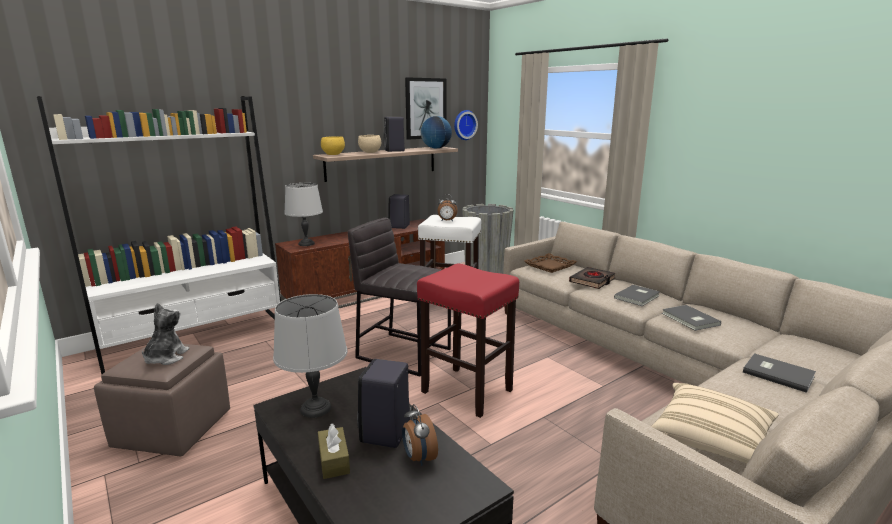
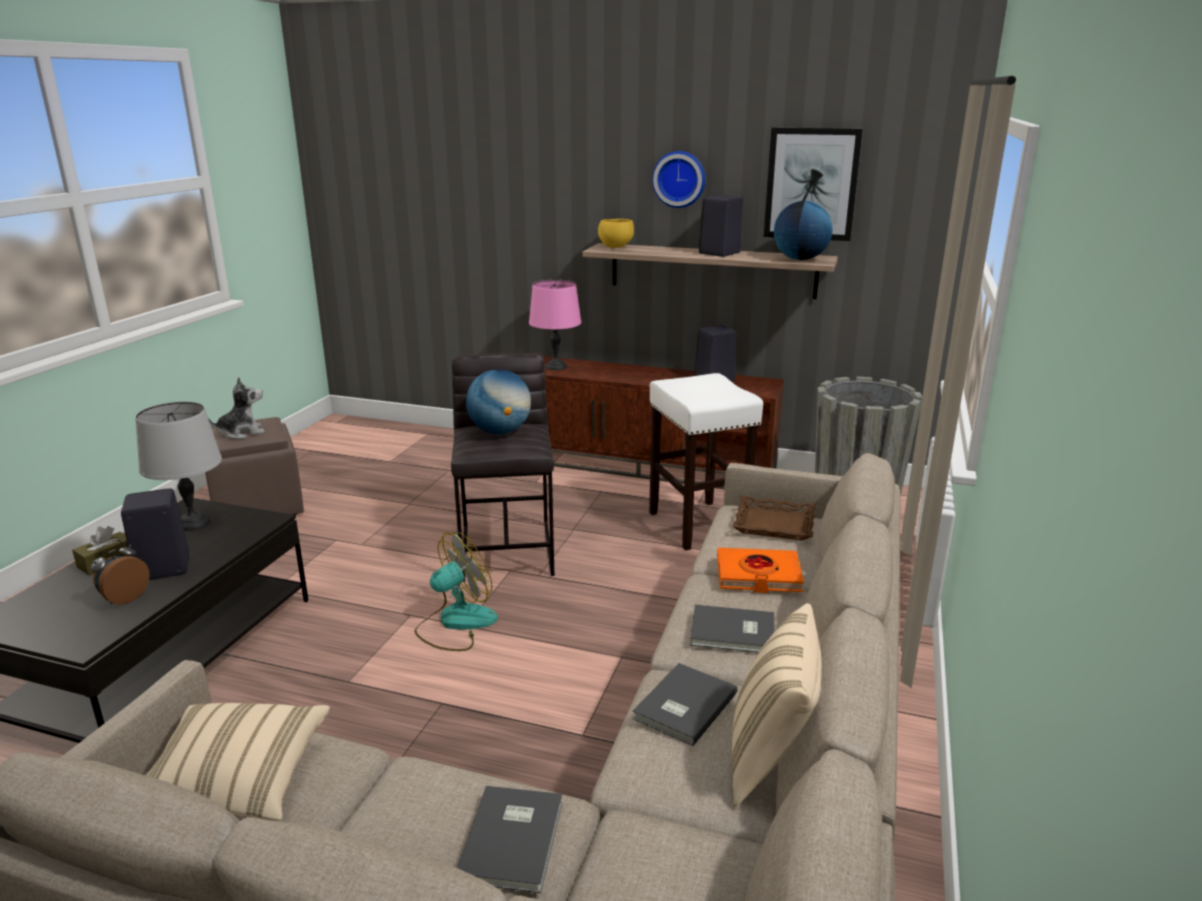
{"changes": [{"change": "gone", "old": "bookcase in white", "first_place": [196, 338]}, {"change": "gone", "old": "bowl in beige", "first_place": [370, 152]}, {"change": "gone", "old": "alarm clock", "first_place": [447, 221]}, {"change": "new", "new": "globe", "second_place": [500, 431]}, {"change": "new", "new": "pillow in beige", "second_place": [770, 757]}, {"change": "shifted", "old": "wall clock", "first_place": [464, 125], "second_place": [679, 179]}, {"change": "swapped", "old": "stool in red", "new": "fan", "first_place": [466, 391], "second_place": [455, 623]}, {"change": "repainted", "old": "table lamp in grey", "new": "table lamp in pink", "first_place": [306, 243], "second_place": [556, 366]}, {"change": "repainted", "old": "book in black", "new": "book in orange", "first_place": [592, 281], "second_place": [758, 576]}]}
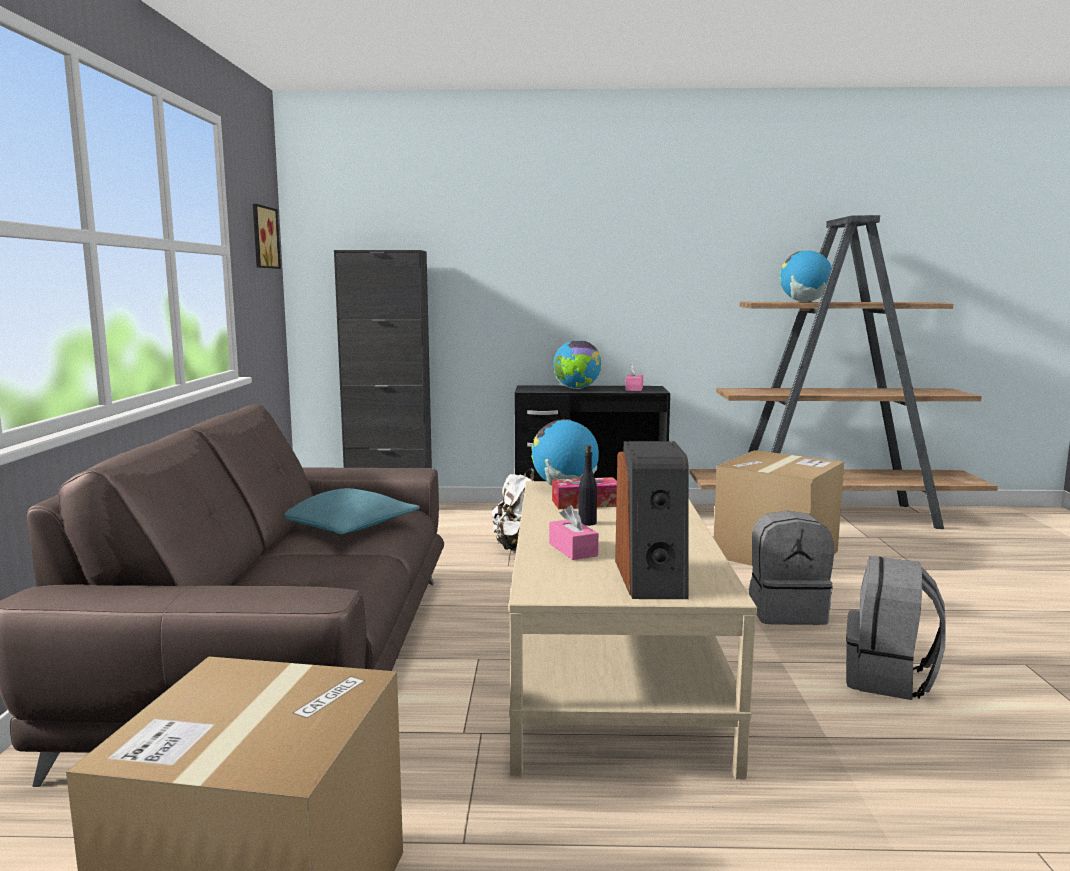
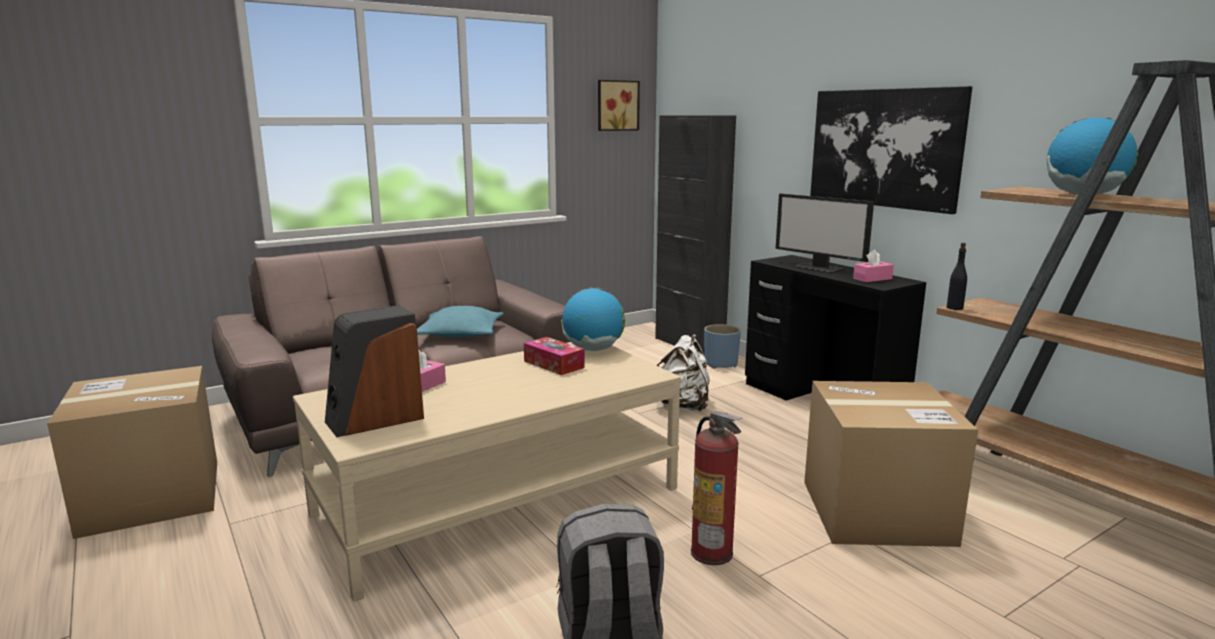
{"changes": [{"change": "new", "new": "planter in blue", "second_place": [720, 364]}, {"change": "new", "new": "picture", "second_place": [884, 148]}, {"change": "shifted", "old": "bottle in black", "first_place": [587, 523], "second_place": [955, 308]}, {"change": "swapped", "old": "globe", "new": "monitor", "first_place": [576, 389], "second_place": [819, 267]}, {"change": "swapped", "old": "backpack in grey", "new": "fire extinguisher", "first_place": [787, 612], "second_place": [712, 552]}]}
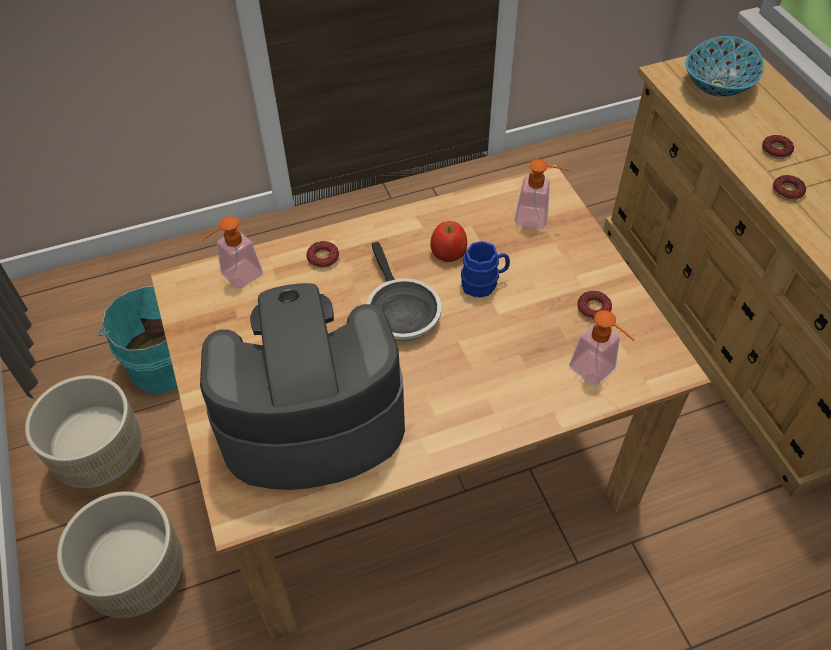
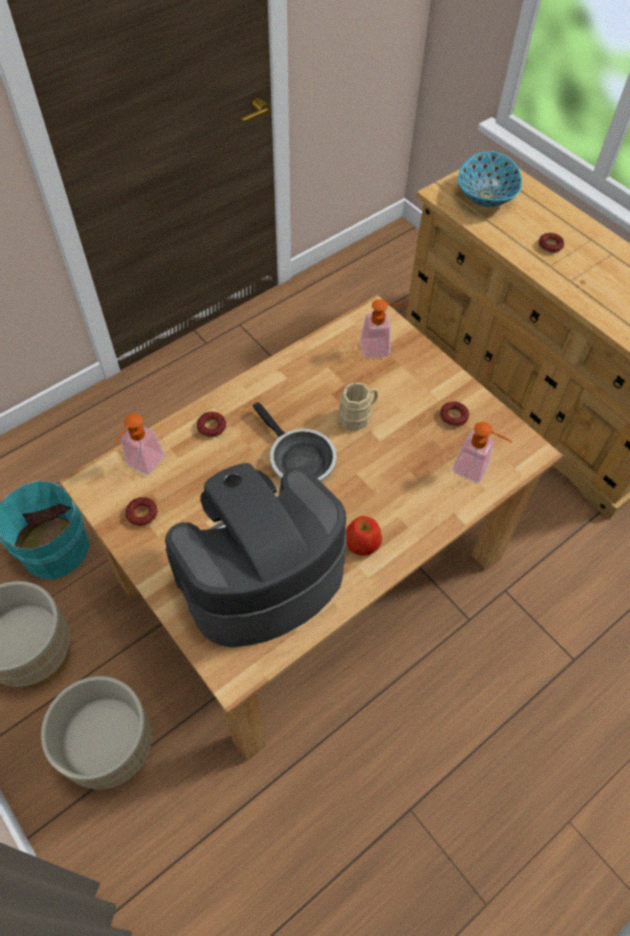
{"changes": [{"change": "shifted", "old": "apple", "first_place": [448, 252], "second_place": [362, 542]}, {"change": "shifted", "old": "donut", "first_place": [787, 191], "second_place": [142, 514]}, {"change": "repainted", "old": "mug in blue", "new": "mug in beige", "first_place": [484, 283], "second_place": [358, 416]}]}
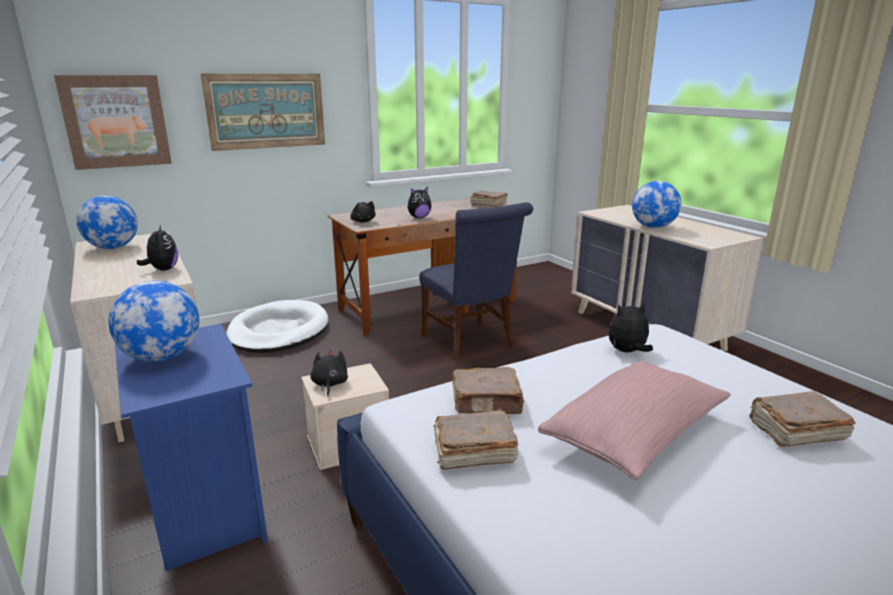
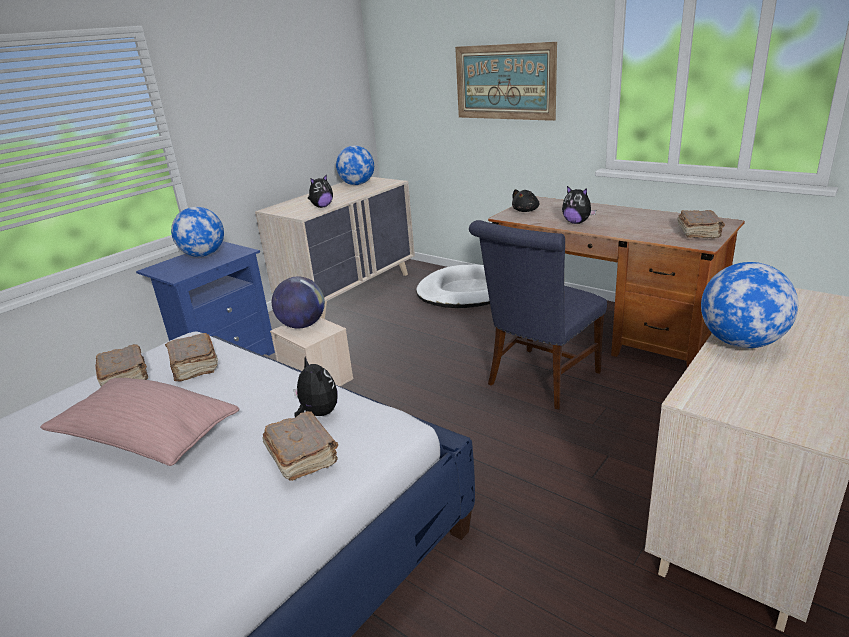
{"changes": [{"change": "gone", "old": "picture", "first_place": [116, 121]}, {"change": "shifted", "old": "book in brown", "first_place": [795, 431], "second_place": [302, 456]}, {"change": "swapped", "old": "plush toy in black", "new": "globe", "first_place": [329, 384], "second_place": [302, 325]}]}
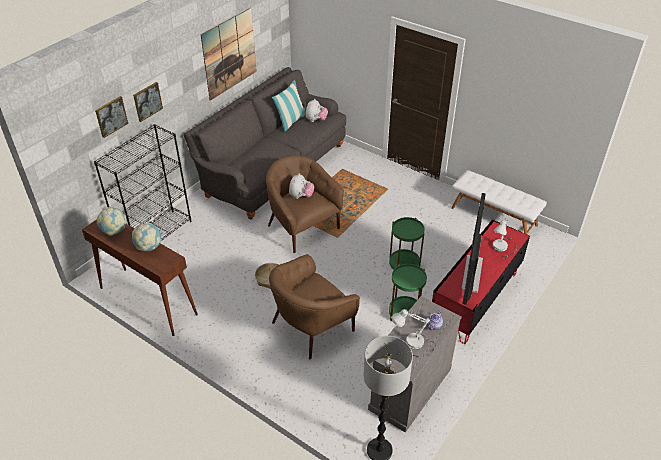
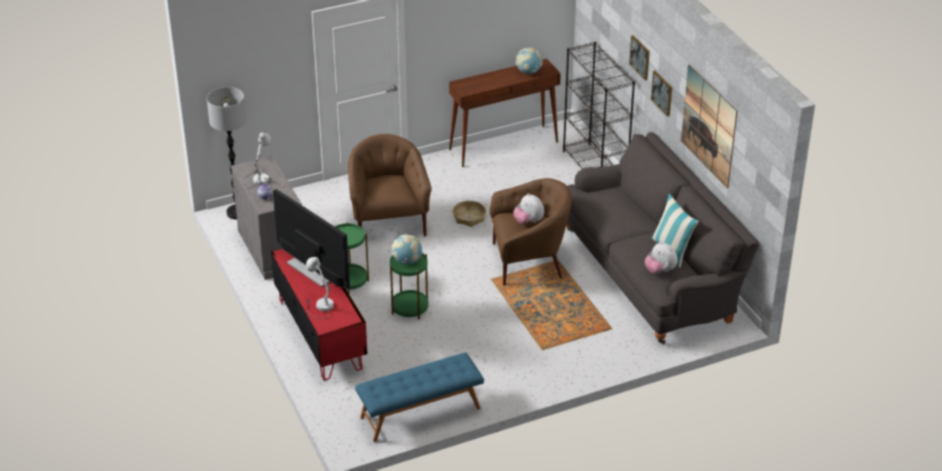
{"changes": [{"change": "shifted", "old": "picture", "first_place": [111, 116], "second_place": [662, 93]}, {"change": "shifted", "old": "globe", "first_place": [149, 247], "second_place": [407, 261]}, {"change": "repainted", "old": "bench in white", "new": "bench in blue", "first_place": [494, 216], "second_place": [420, 413]}]}
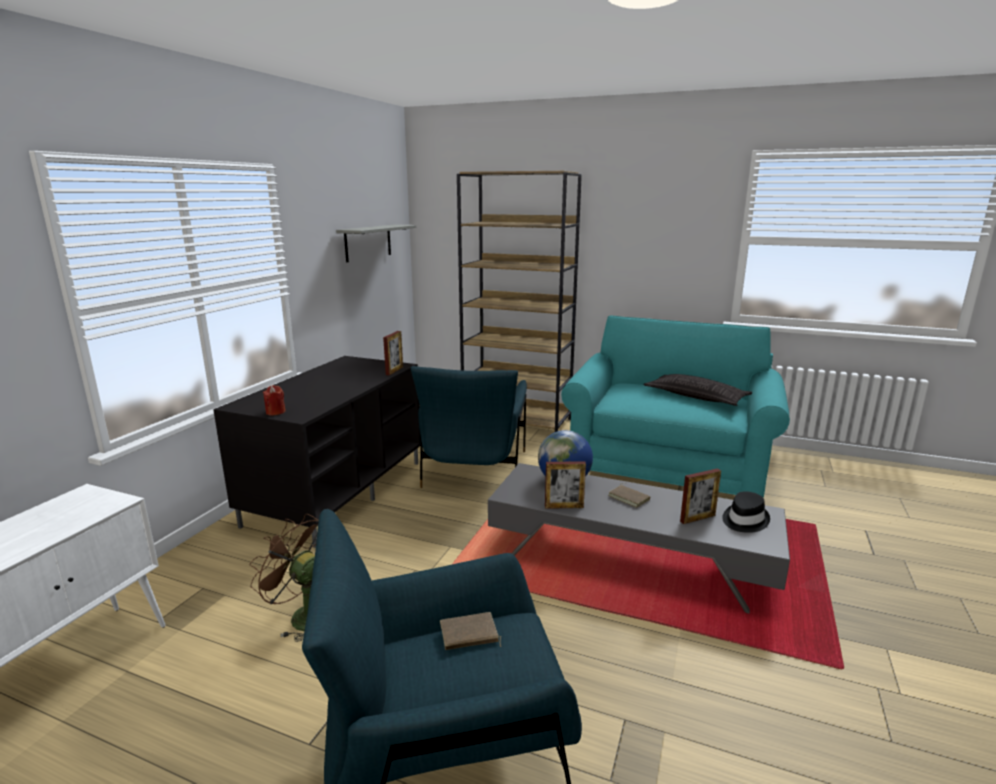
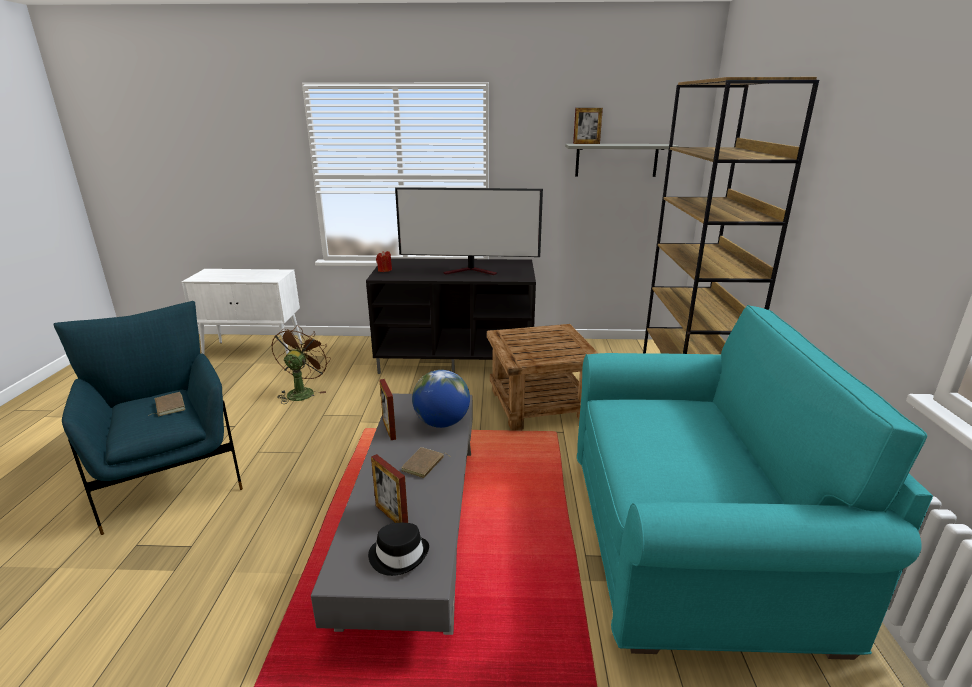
{"changes": [{"change": "gone", "old": "pillow", "first_place": [696, 396]}, {"change": "new", "new": "television", "second_place": [472, 271]}, {"change": "shifted", "old": "picture frame", "first_place": [394, 371], "second_place": [586, 143]}, {"change": "swapped", "old": "armchair in blue", "new": "side table in brown", "first_place": [475, 471], "second_place": [538, 404]}]}
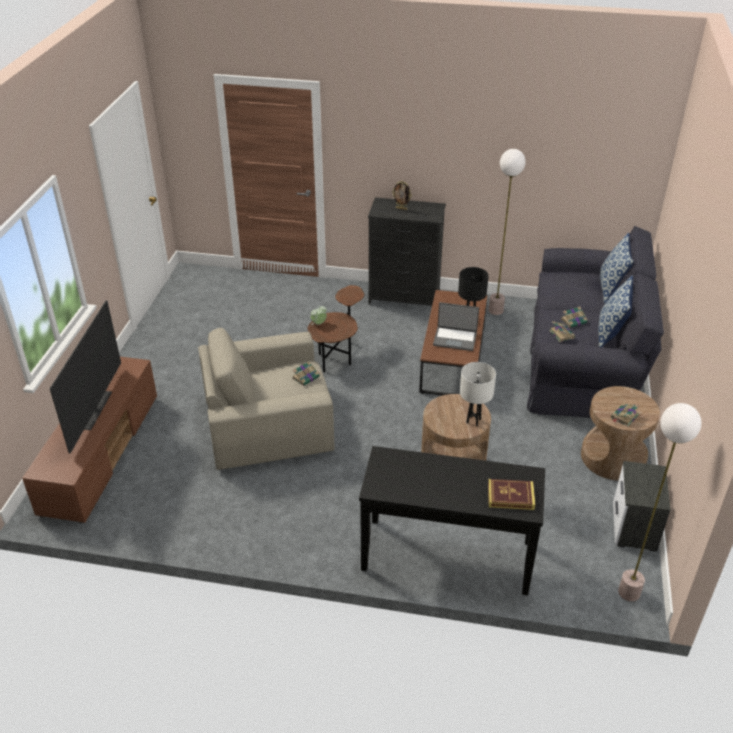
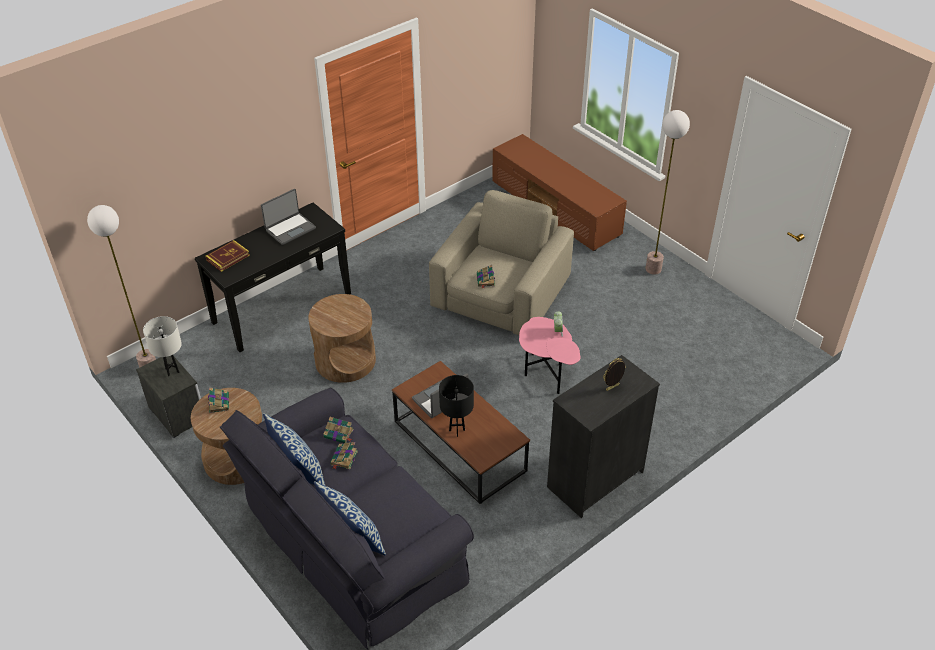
{"changes": [{"change": "gone", "old": "television", "first_place": [96, 410]}, {"change": "new", "new": "laptop", "second_place": [290, 229]}, {"change": "shifted", "old": "table lamp in white", "first_place": [473, 421], "second_place": [172, 370]}, {"change": "shifted", "old": "floor lamp", "first_place": [495, 310], "second_place": [653, 269]}, {"change": "repainted", "old": "side table in brown", "new": "side table in pink", "first_place": [338, 354], "second_place": [547, 375]}]}
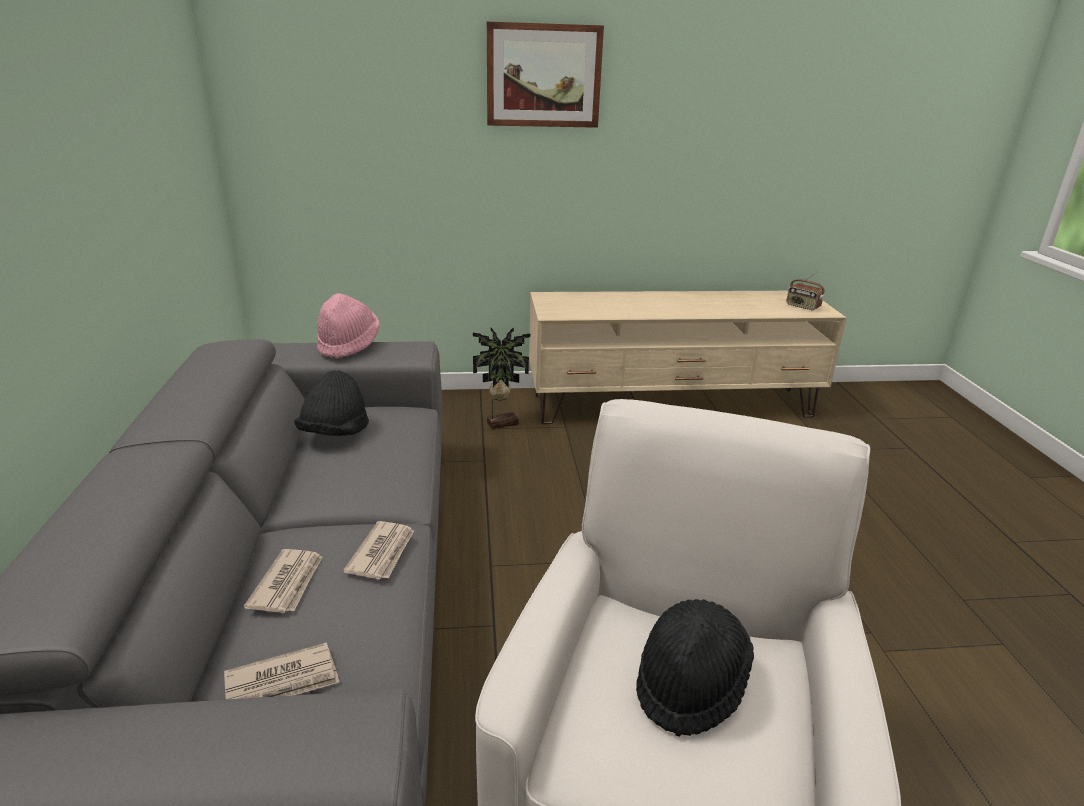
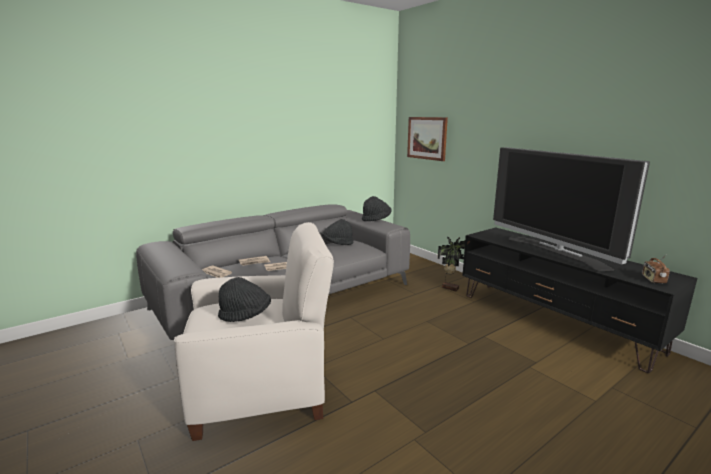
{"changes": [{"change": "new", "new": "television", "second_place": [555, 252]}, {"change": "shifted", "old": "picture", "first_place": [543, 76], "second_place": [427, 138]}, {"change": "repainted", "old": "hat in pink", "new": "hat in black", "first_place": [348, 345], "second_place": [376, 219]}, {"change": "repainted", "old": "tv stand in beige", "new": "tv stand in black", "first_place": [672, 404], "second_place": [554, 321]}]}
